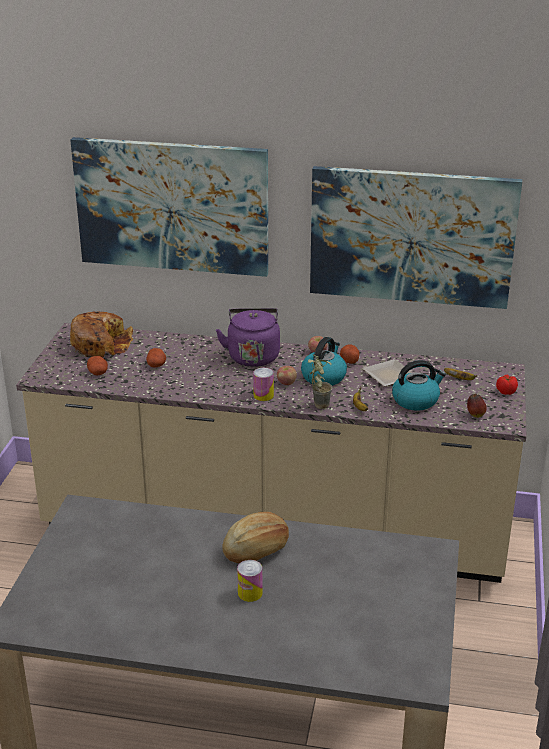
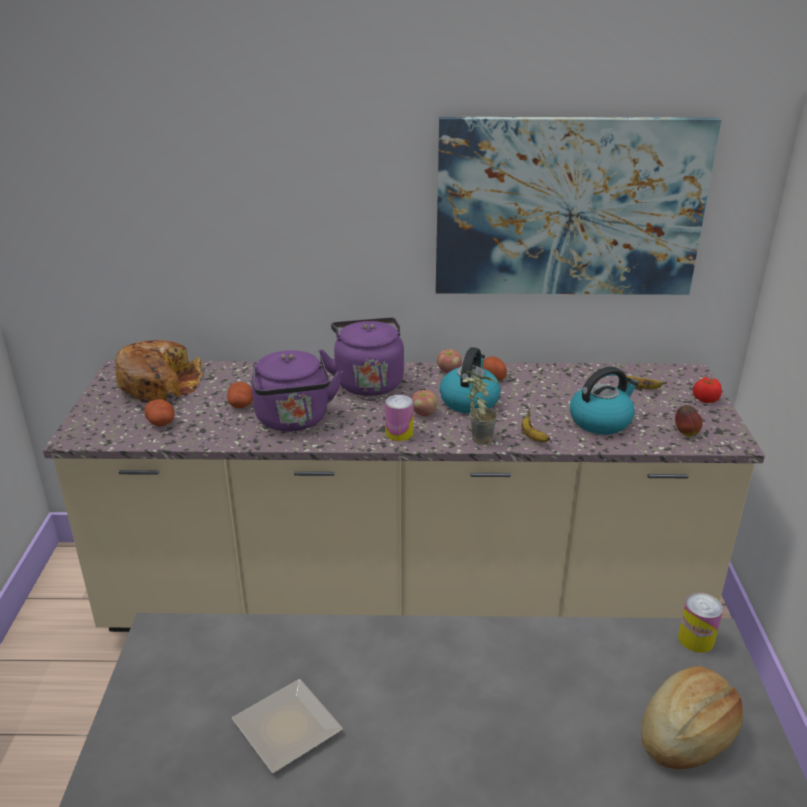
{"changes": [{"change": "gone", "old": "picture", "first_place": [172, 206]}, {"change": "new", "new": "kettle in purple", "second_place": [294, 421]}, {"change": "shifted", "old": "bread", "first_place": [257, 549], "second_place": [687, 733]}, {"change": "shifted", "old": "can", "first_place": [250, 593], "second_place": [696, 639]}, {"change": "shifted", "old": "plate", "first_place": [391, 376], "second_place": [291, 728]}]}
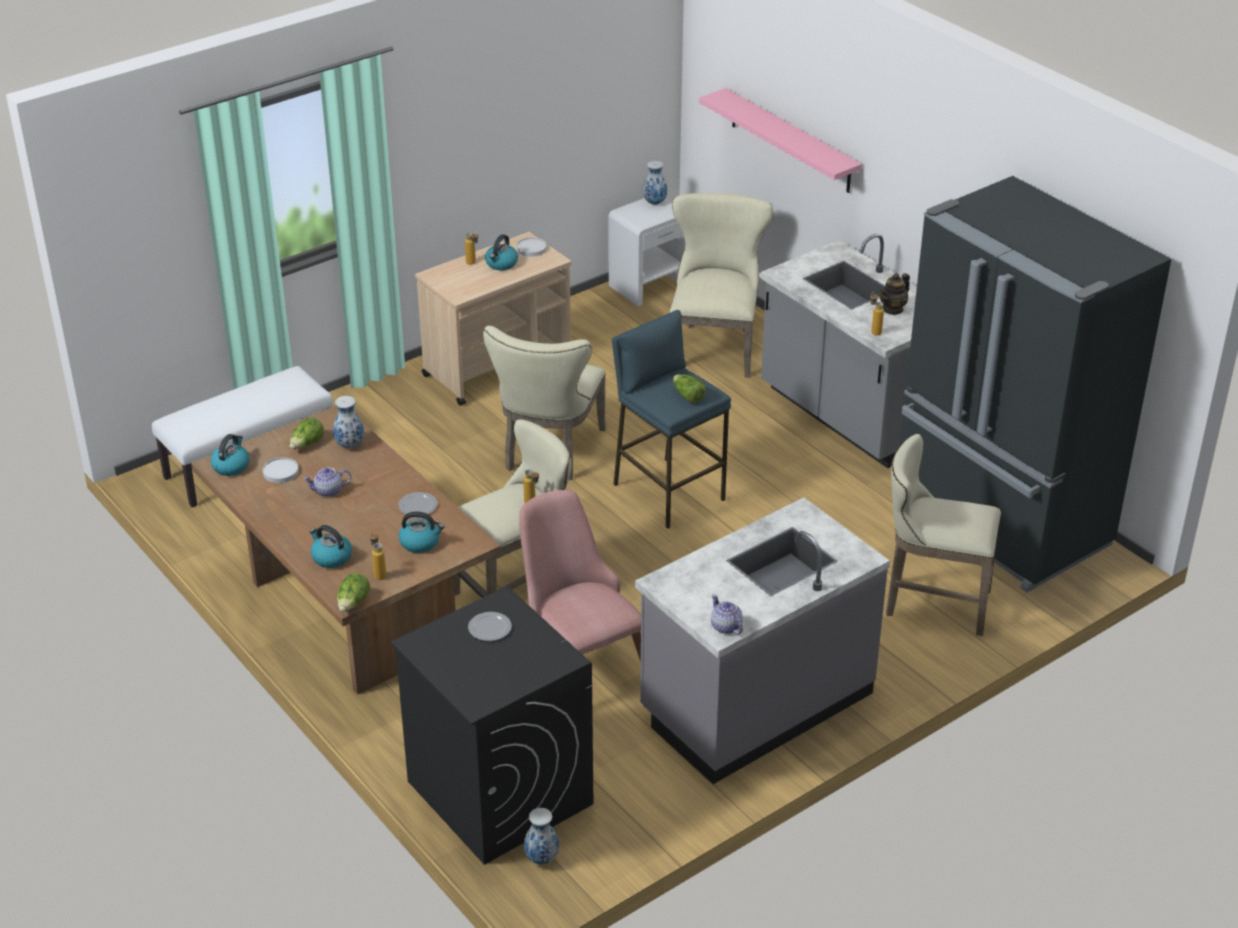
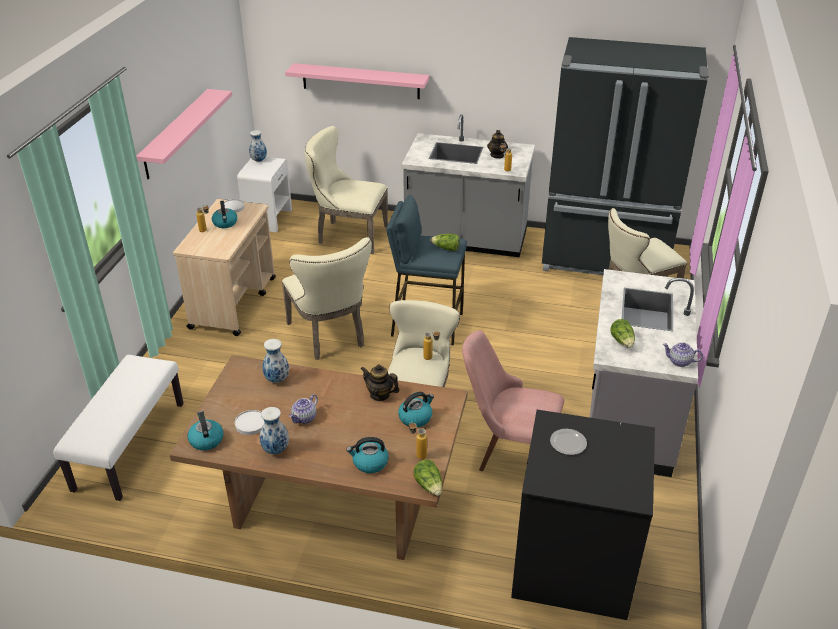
{"changes": [{"change": "new", "new": "shelf in pink", "second_place": [176, 133]}, {"change": "shifted", "old": "lettuce", "first_place": [307, 444], "second_place": [622, 341]}, {"change": "shifted", "old": "vase", "first_place": [541, 858], "second_place": [275, 450]}, {"change": "swapped", "old": "plate", "new": "teapot", "first_place": [417, 506], "second_place": [380, 395]}, {"change": "rotated", "old": "chair in beige", "first_place": [714, 346], "second_place": [348, 235], "degrees": -45}]}
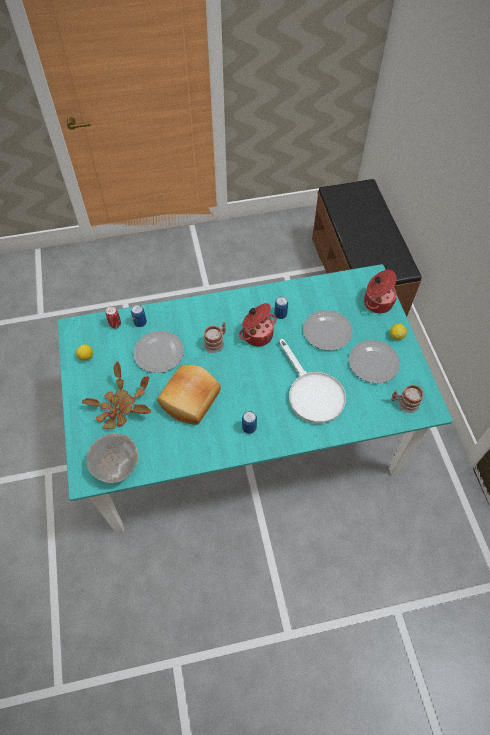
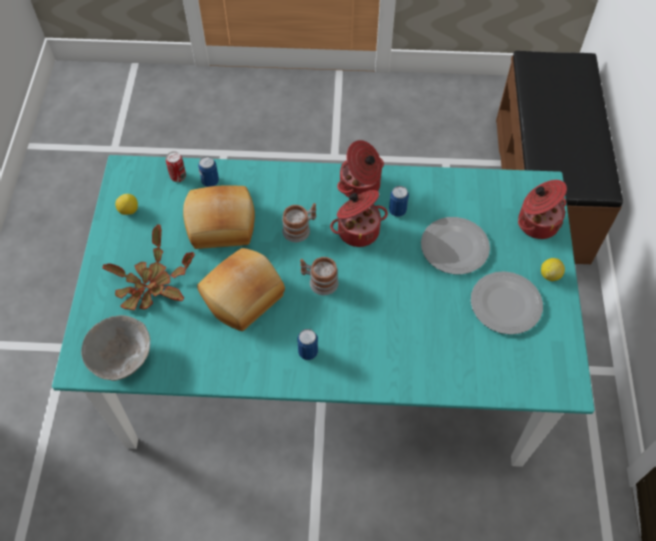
{"changes": [{"change": "gone", "old": "frying pan in white", "first_place": [311, 392]}, {"change": "new", "new": "cooking pot", "second_place": [360, 187]}, {"change": "shifted", "old": "mug", "first_place": [404, 403], "second_place": [319, 281]}, {"change": "swapped", "old": "plate", "new": "bread", "first_place": [158, 353], "second_place": [221, 226]}]}
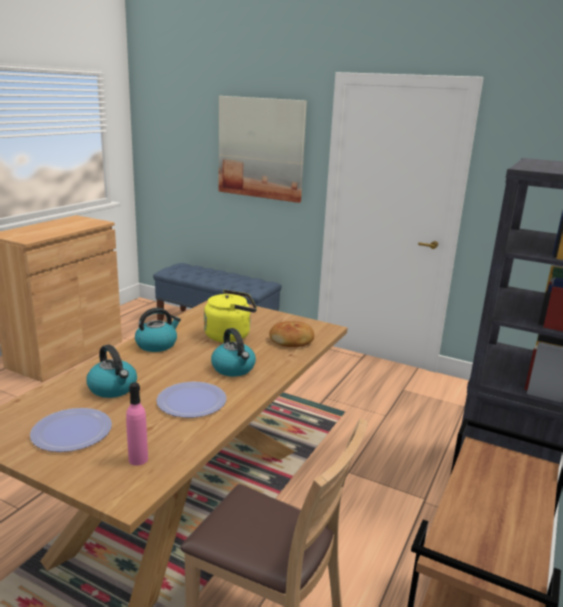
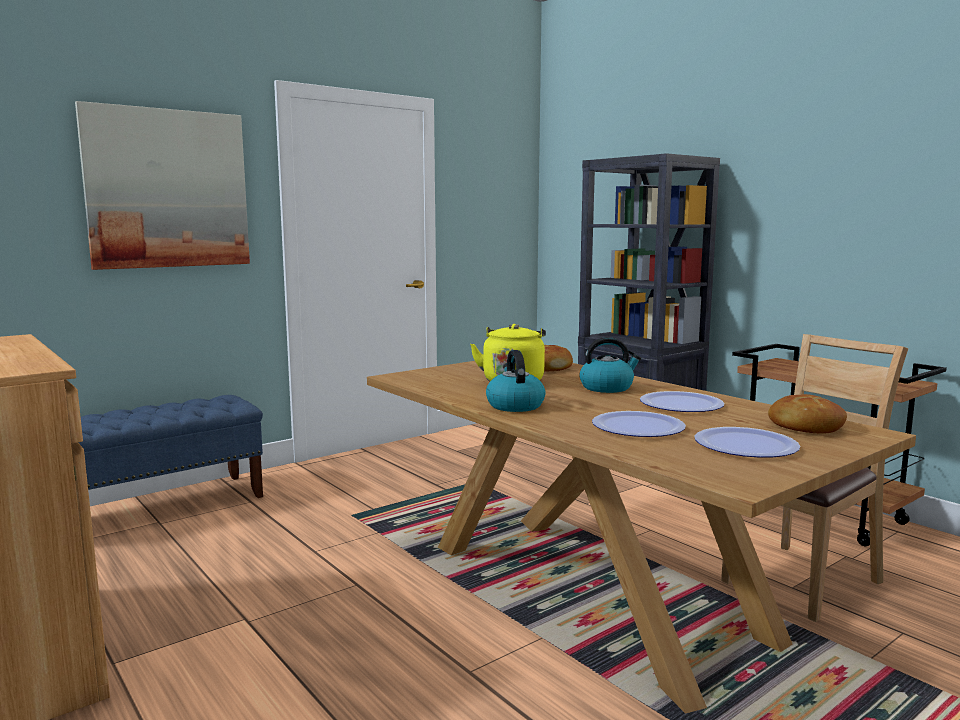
{"changes": [{"change": "swapped", "old": "kettle", "new": "plate", "first_place": [113, 388], "second_place": [637, 427]}, {"change": "swapped", "old": "bottle in pink", "new": "bread", "first_place": [138, 459], "second_place": [804, 426]}]}
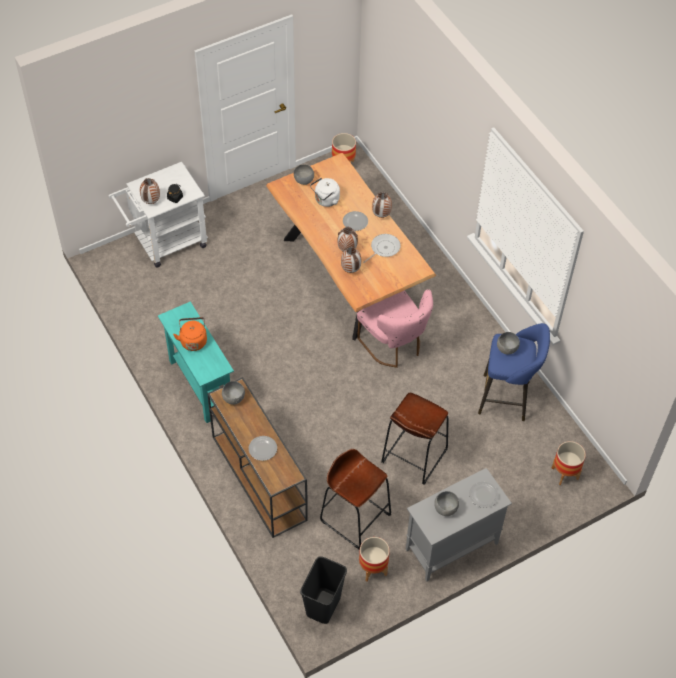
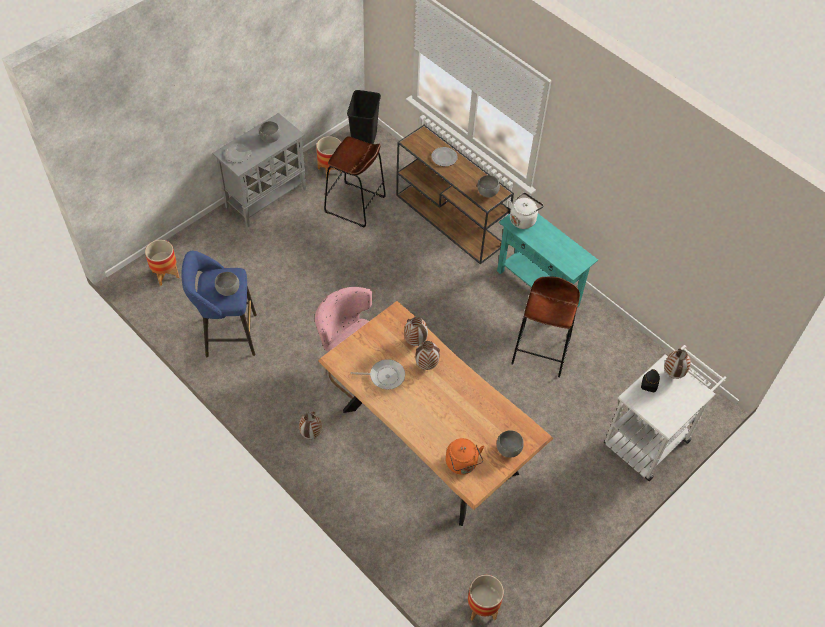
{"changes": [{"change": "gone", "old": "plate", "first_place": [355, 222]}, {"change": "shifted", "old": "kettle in orange", "first_place": [193, 340], "second_place": [462, 464]}, {"change": "shifted", "old": "kettle in white", "first_place": [326, 200], "second_place": [523, 219]}, {"change": "shifted", "old": "vase", "first_place": [381, 215], "second_place": [311, 434]}, {"change": "shifted", "old": "stool in brown", "first_place": [414, 456], "second_place": [541, 351]}, {"change": "rotated", "old": "frying pan", "first_place": [383, 248], "second_place": [385, 376], "degrees": -120}]}
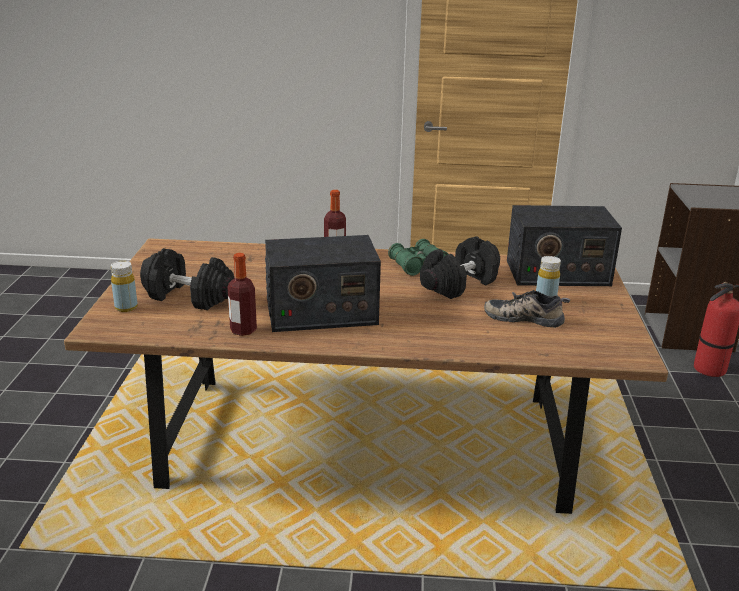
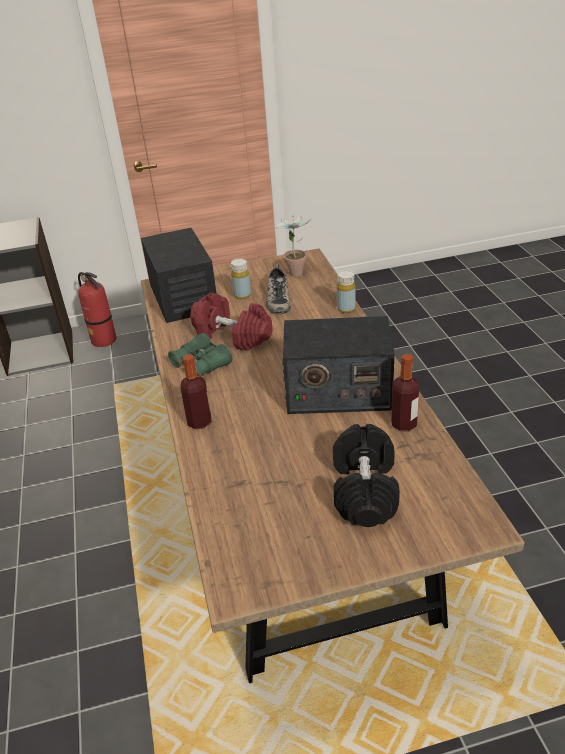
{"changes": [{"change": "new", "new": "potted plant", "second_place": [296, 271]}, {"change": "shifted", "old": "bottle in yellow", "first_place": [126, 307], "second_place": [346, 309]}, {"change": "repainted", "old": "dumbbell in black", "new": "dumbbell in red", "first_place": [459, 284], "second_place": [232, 336]}, {"change": "rotated", "old": "radio", "first_place": [321, 312], "second_place": [337, 391], "degrees": 120}]}
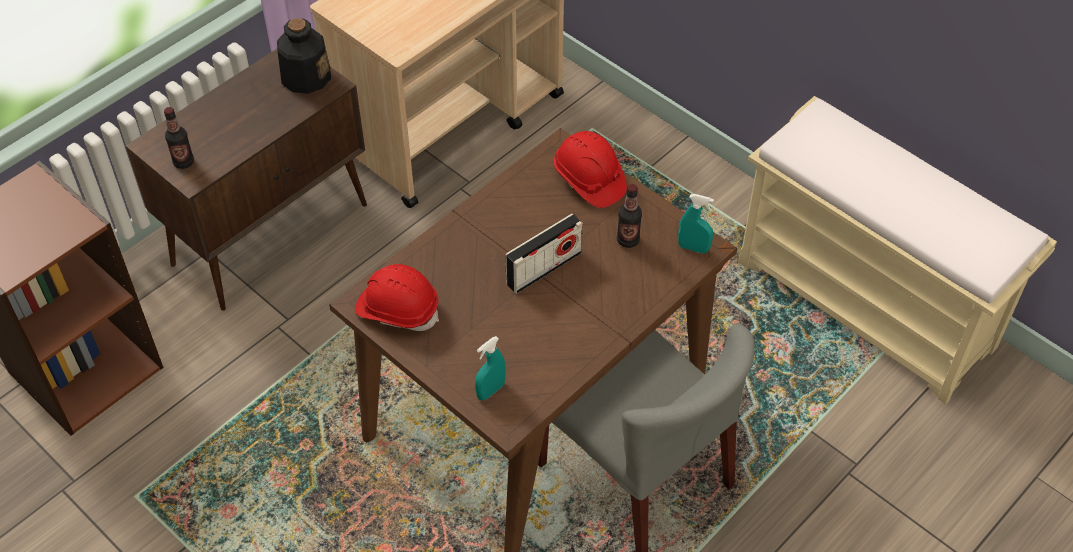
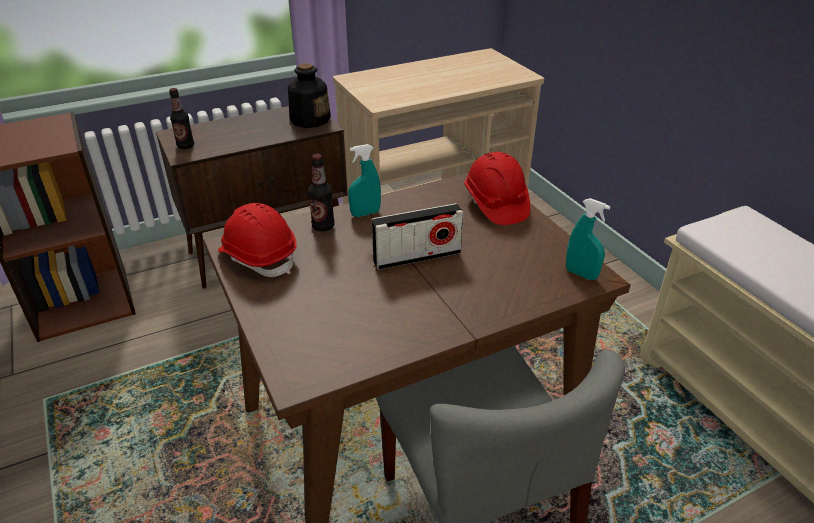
{"changes": [{"change": "shifted", "old": "spray bottle in turquoise", "first_place": [490, 390], "second_place": [365, 213]}, {"change": "shifted", "old": "bottle", "first_place": [628, 240], "second_place": [323, 226]}]}
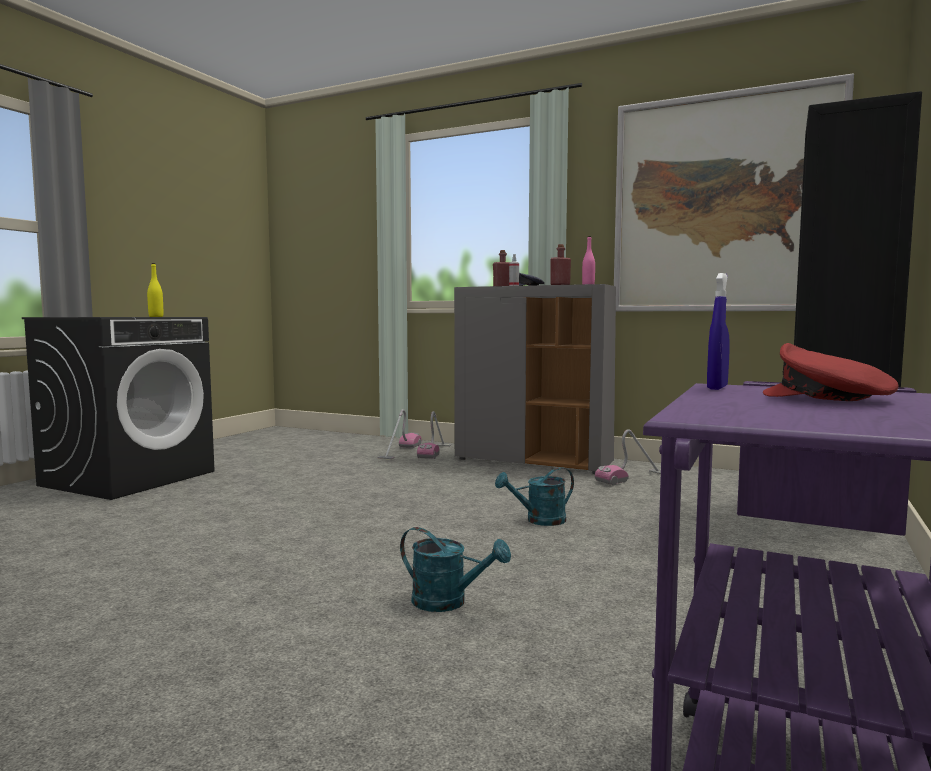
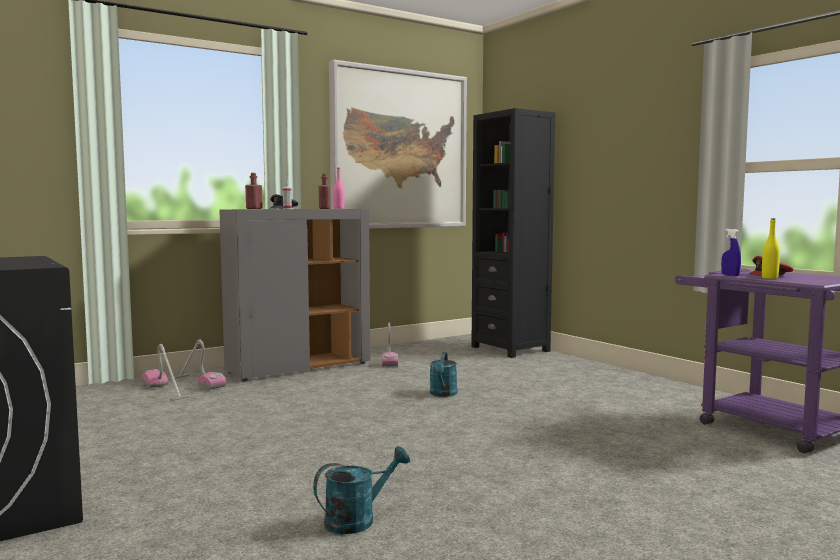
{"changes": [{"change": "shifted", "old": "bottle in yellow", "first_place": [156, 316], "second_place": [769, 278]}, {"change": "shifted", "old": "watering can in turquoise", "first_place": [448, 602], "second_place": [358, 520]}]}
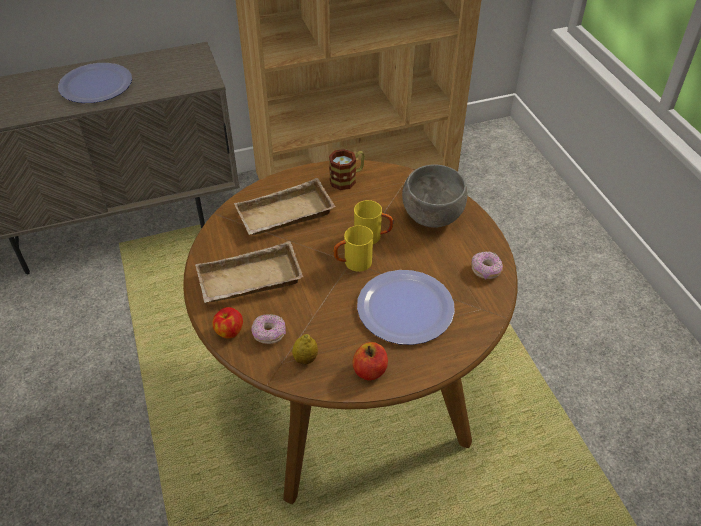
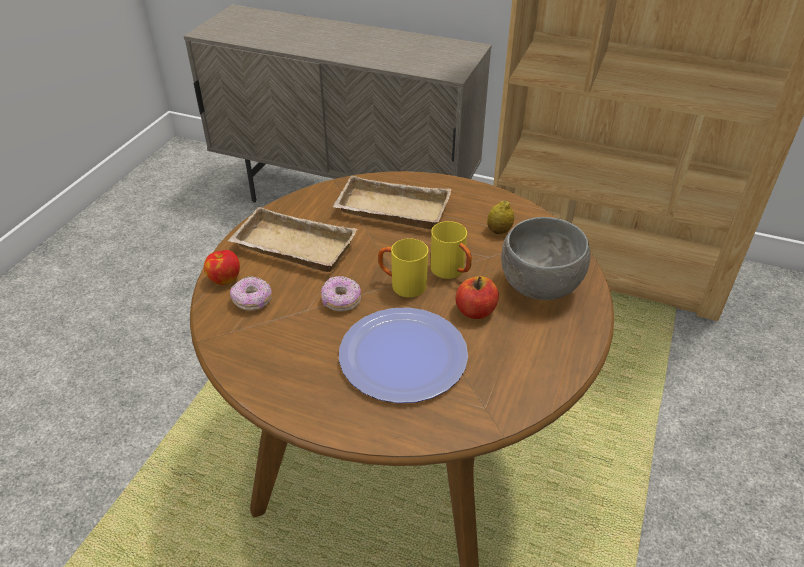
{"changes": [{"change": "gone", "old": "plate", "first_place": [96, 85]}, {"change": "gone", "old": "mug", "first_place": [347, 179]}, {"change": "shifted", "old": "lemon", "first_place": [305, 359], "second_place": [499, 231]}, {"change": "shifted", "old": "apple", "first_place": [370, 370], "second_place": [475, 311]}, {"change": "shifted", "old": "donut", "first_place": [485, 270], "second_place": [341, 301]}]}
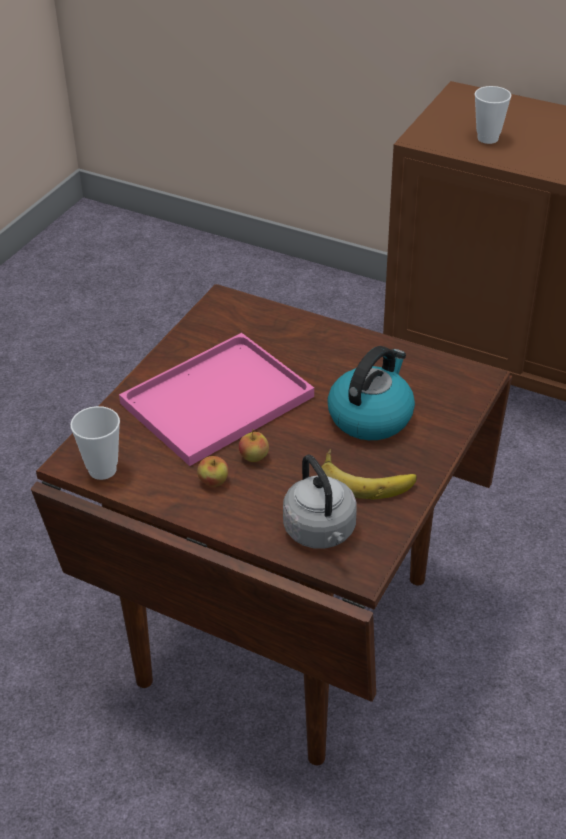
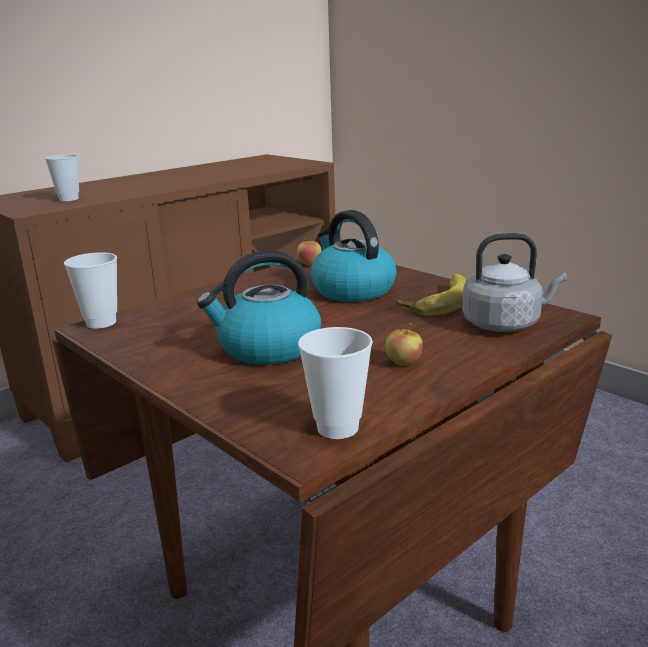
{"changes": [{"change": "new", "new": "cup", "second_place": [101, 323]}, {"change": "shifted", "old": "apple", "first_place": [254, 457], "second_place": [309, 264]}, {"change": "swapped", "old": "tray in pink", "new": "kettle", "first_place": [215, 402], "second_place": [267, 348]}]}
